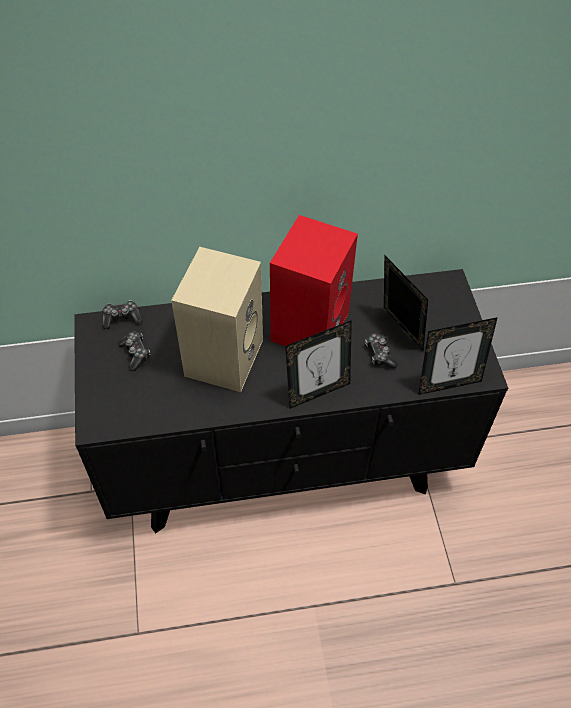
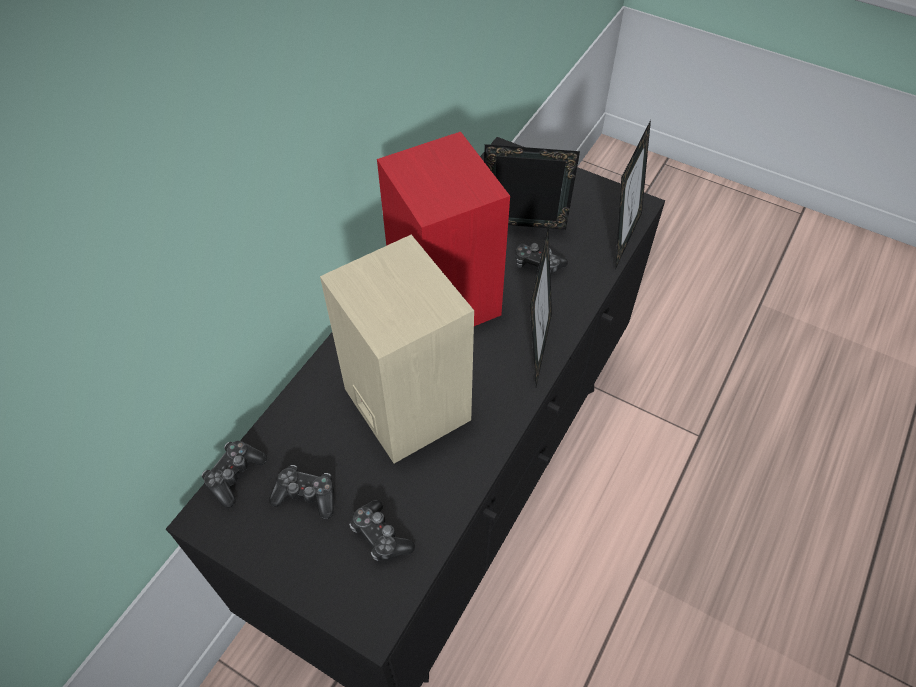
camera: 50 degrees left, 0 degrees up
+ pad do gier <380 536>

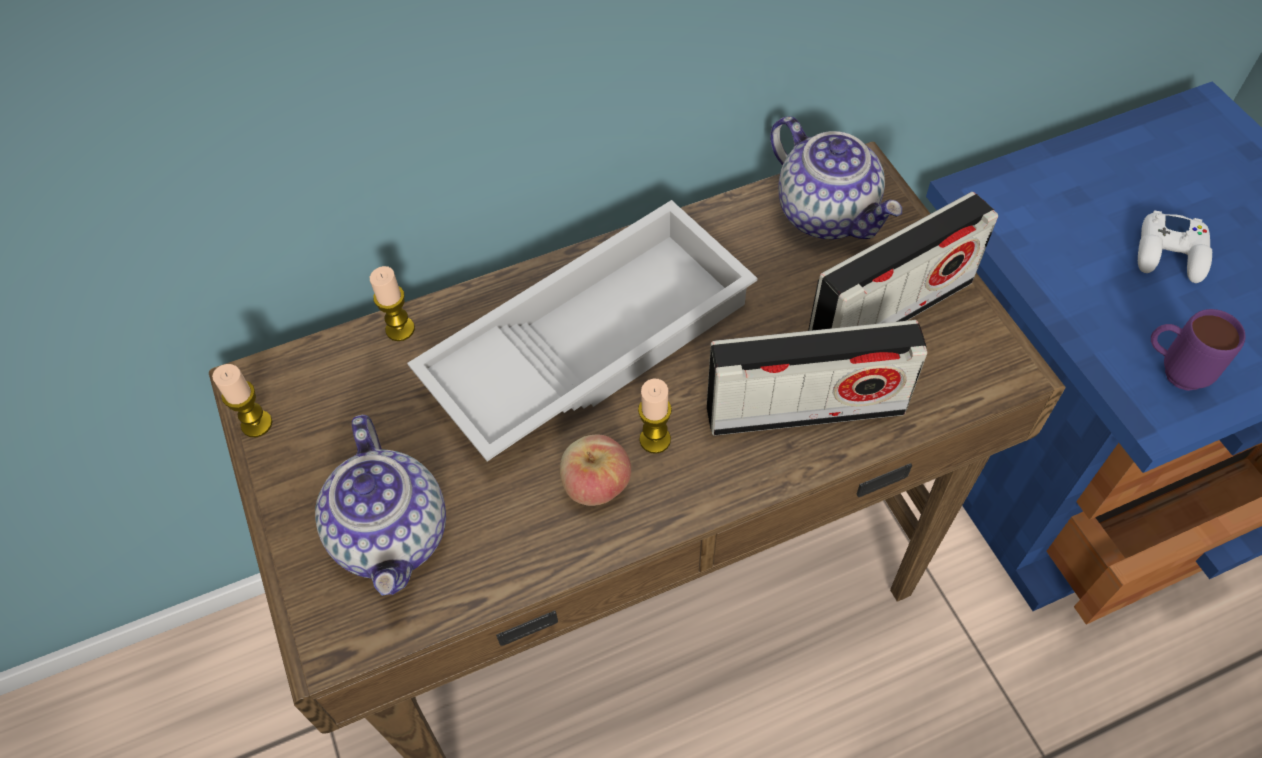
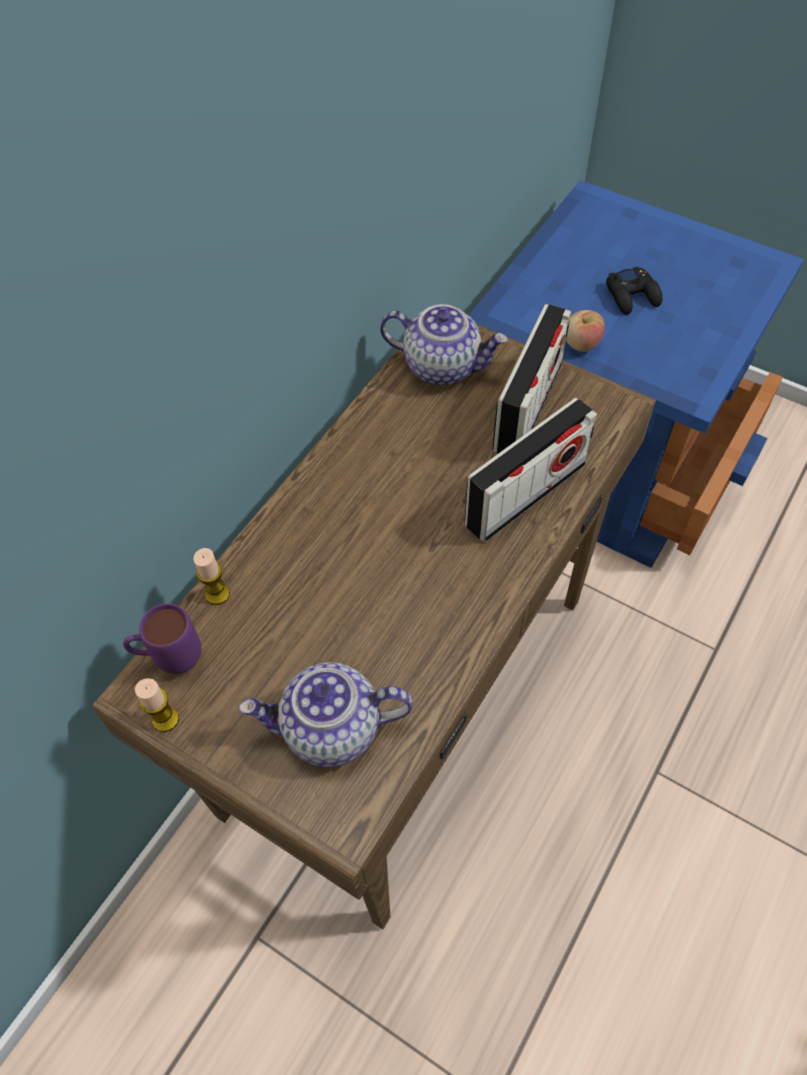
camera: 35 degrees left, 0 degrees up
~ kubek/fioletowy <1172 371> to <170 660>
~ imbryk <394 535> = <331 730> 135 degrees clockwise
~ jabłko <595 485> to <581 344>
~ pad do gier/biały <1170 254> to pad do gier/czarny <632 296>
- taca/biały <588 340>
- świeca <655 439>

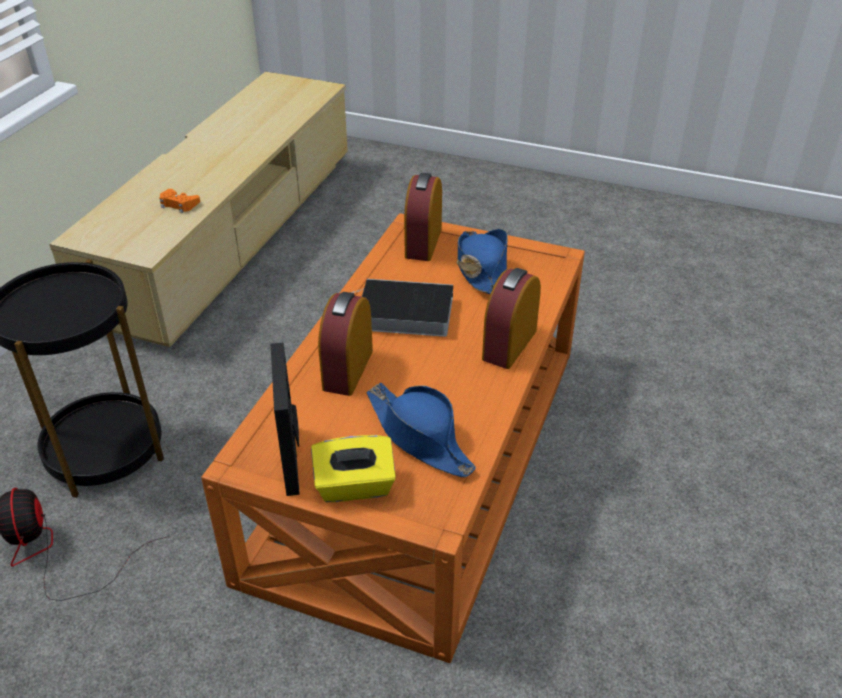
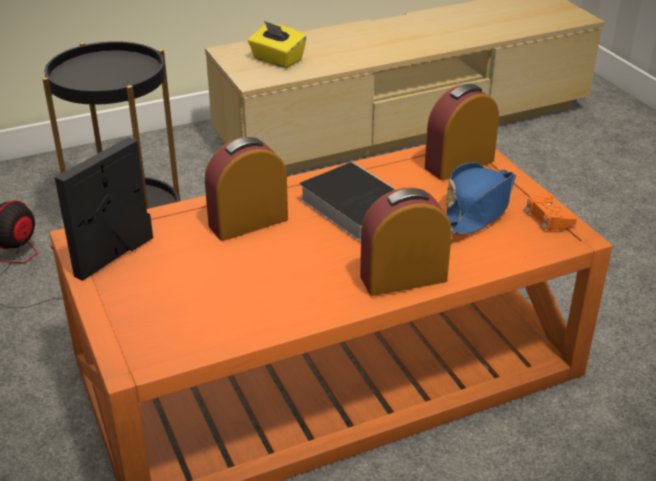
camera: 45 degrees right, 5 degrees down
~ pudełko chusteczek/żółty <355 486> to <277 60>
~ pad do gier/pomarańczowy <179 204> to <548 217>
- kapelusz/niebieski <420 437>

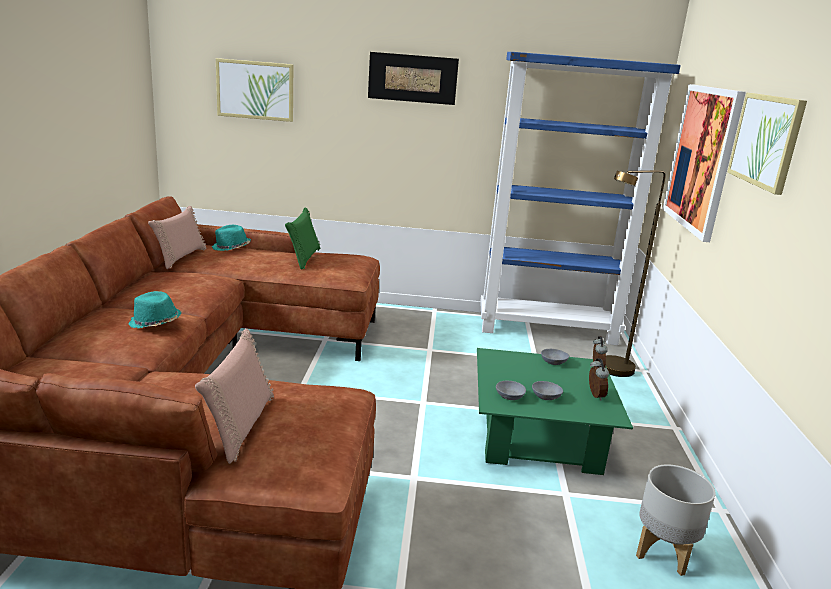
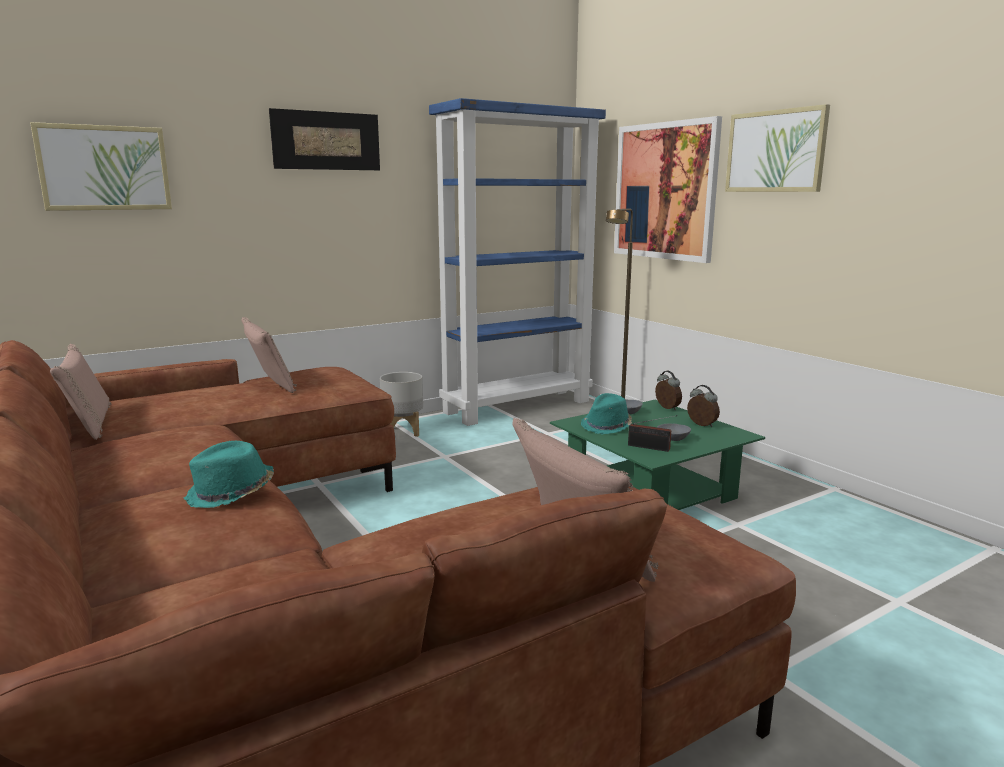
camera: 35 degrees left, 5 degrees down
~ poduszka/zielony <303 258> to poduszka/beżowy <270 383>
~ donica/szary <663 552> to <403 431>
~ kapelusz/turkusowy <231 248> to <607 426>
~ miska/szary <510 396> to radio <651 448>

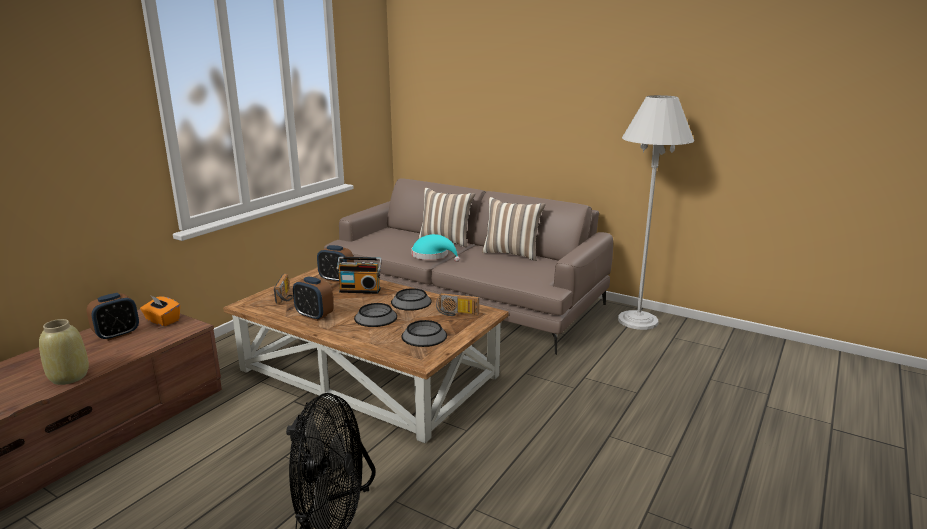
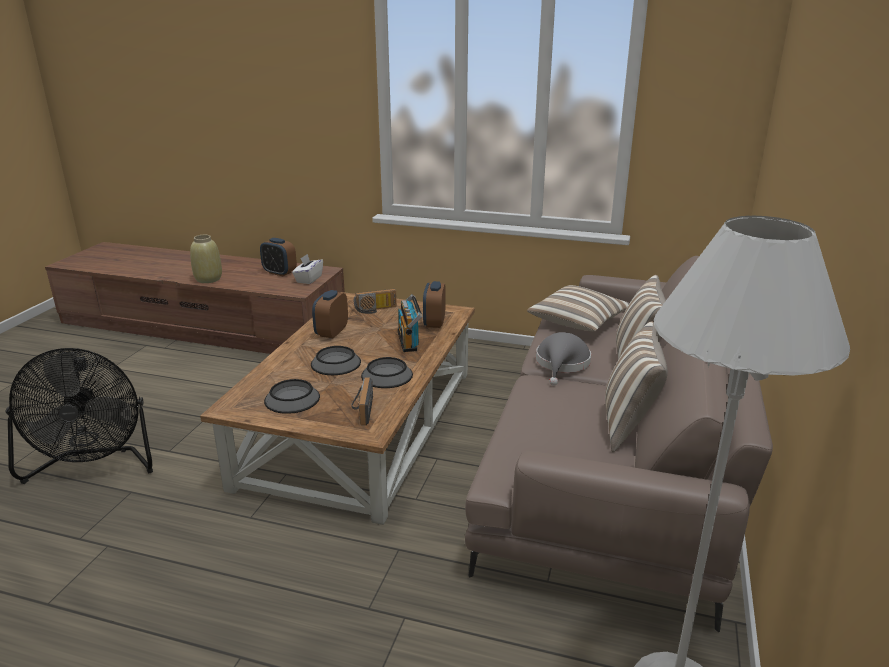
camera: 75 degrees right, 5 degrees up
~ pudełko chusteczek/pomarańczowy <162 321> to pudełko chusteczek/biały <308 279>
+ poduszka <579 323>
~ kapelusz/turkusowy <433 255> to kapelusz/szary <562 364>

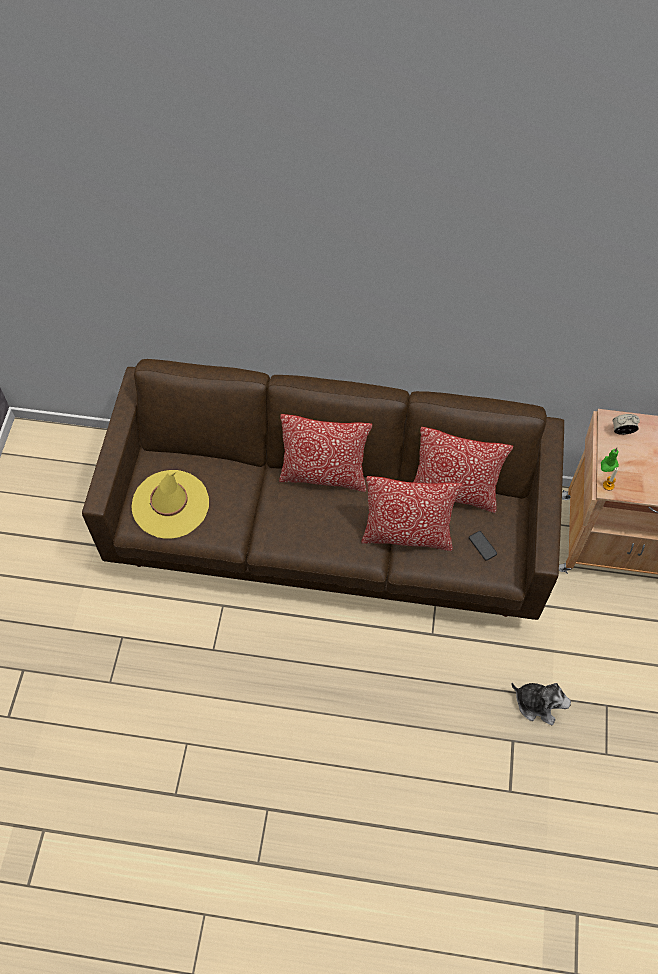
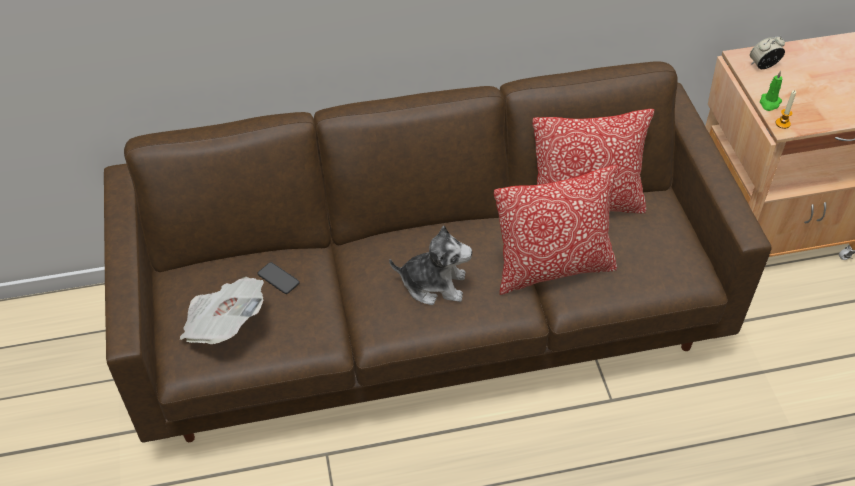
camera: 20 degrees left, 10 degrees down
~ kapelusz/żółty <170 504> to gazeta <224 324>
~ telefon <482 546> to <278 278>
~ pluszak <537 704> to <433 284>
- poduszka <324 475>

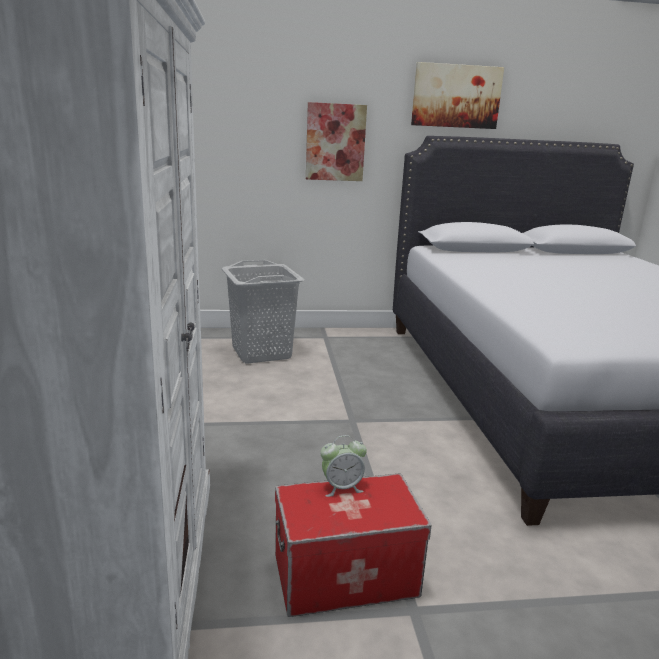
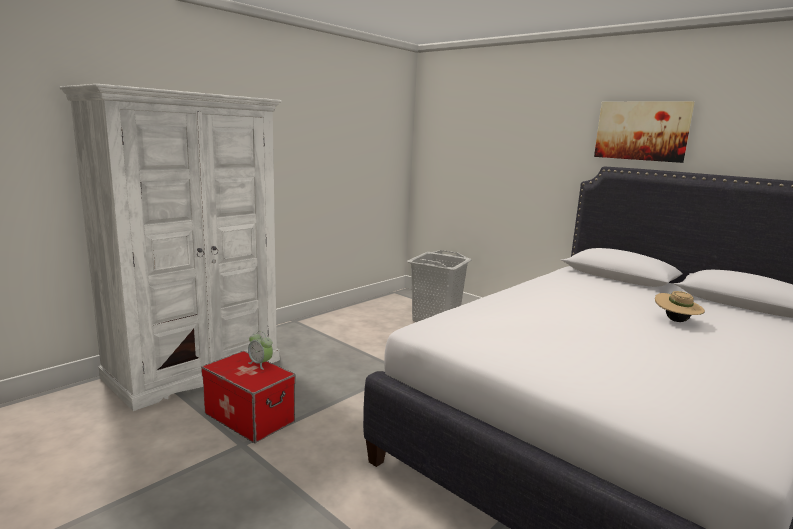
camera: 50 degrees right, 5 degrees down
+ kapelusz/beżowy <676 321>
- obraz <335 142>

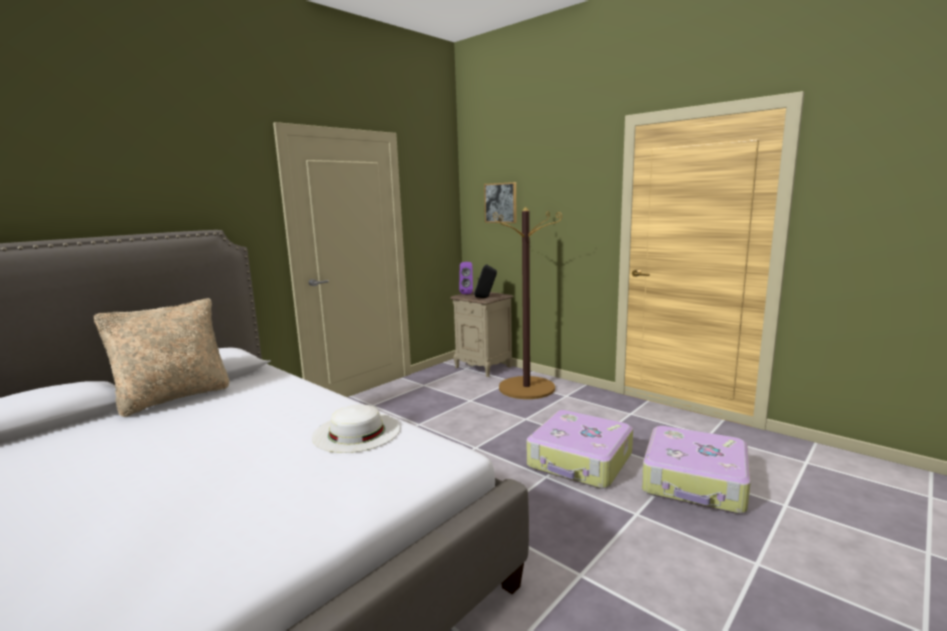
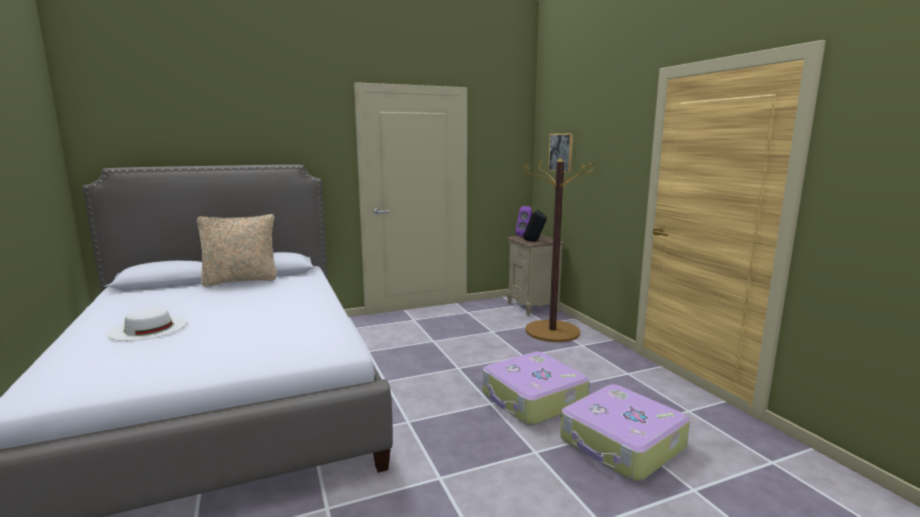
camera: 25 degrees right, 0 degrees up
~ kapelusz/biały <356 432> to <149 328>

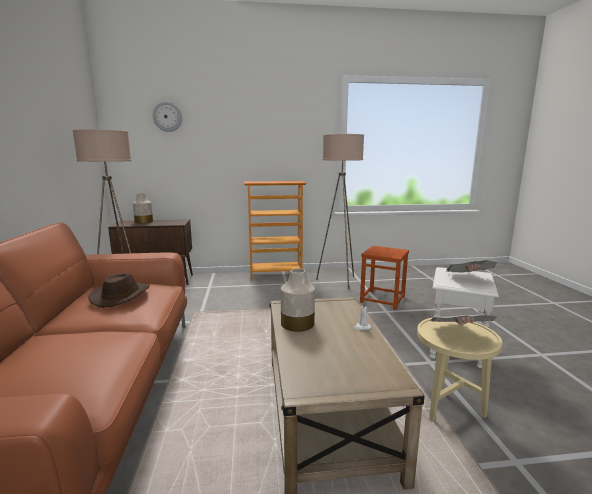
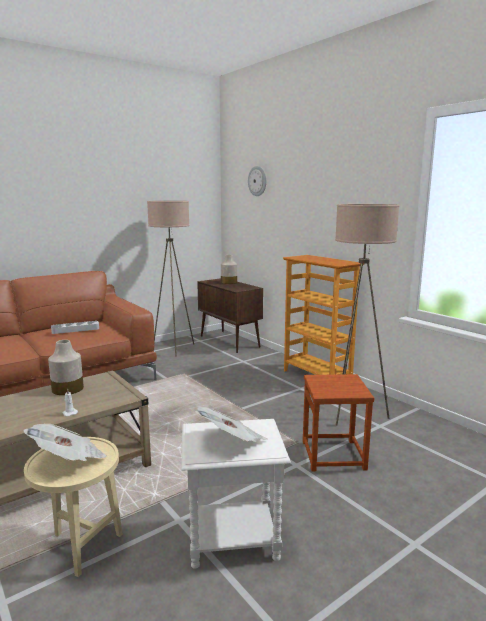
camera: 60 degrees right, 0 degrees up
~ kapelusz/brązowy <121 296> to taca/szary <75 330>

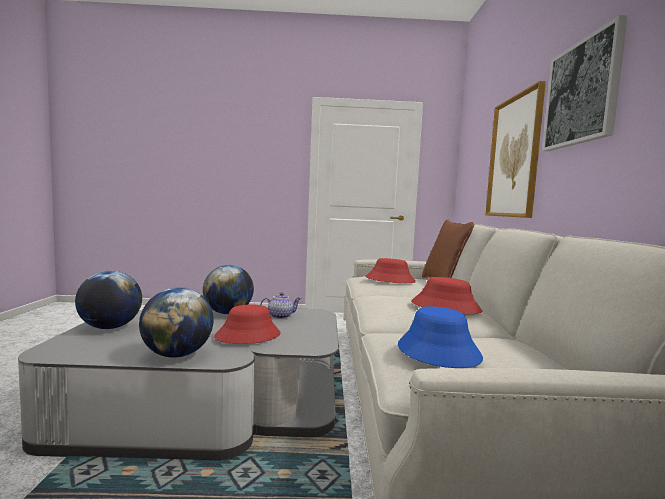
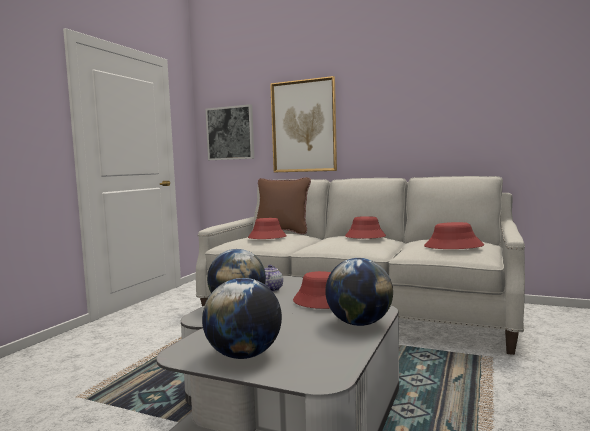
camera: 65 degrees left, 0 degrees up
~ obraz <582 93> to <230 133>
~ kapelusz/niebieski <437 352> to kapelusz/czerwony <453 246>

